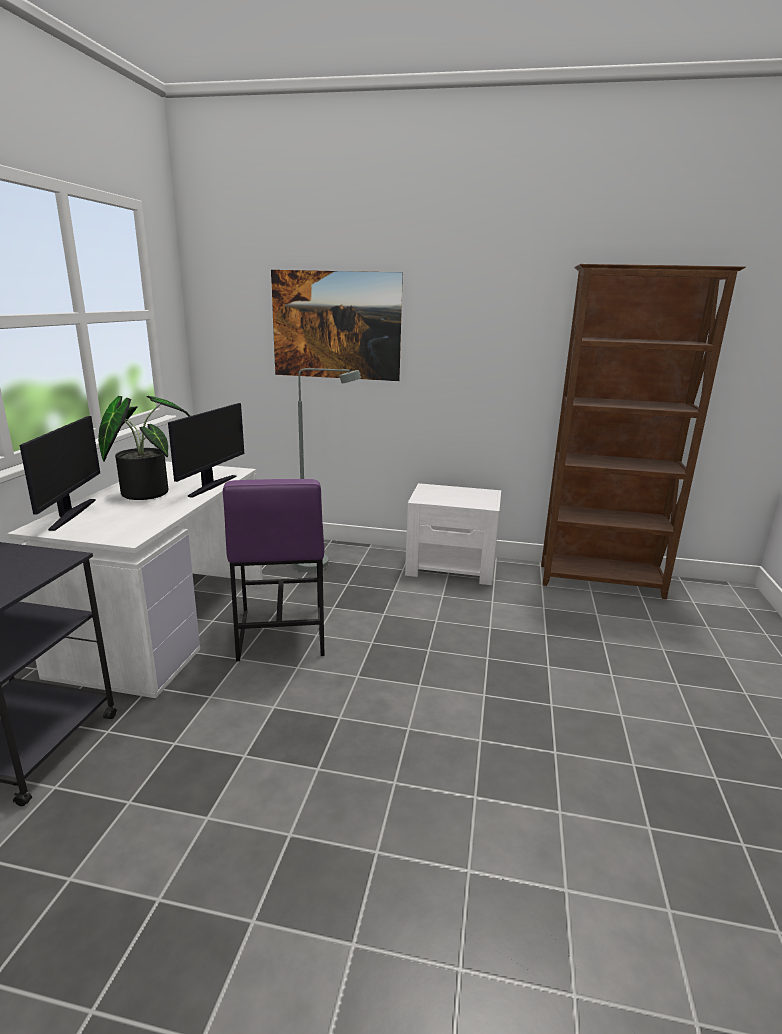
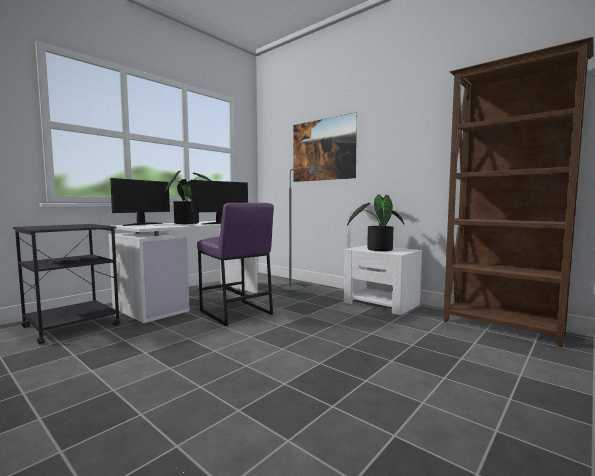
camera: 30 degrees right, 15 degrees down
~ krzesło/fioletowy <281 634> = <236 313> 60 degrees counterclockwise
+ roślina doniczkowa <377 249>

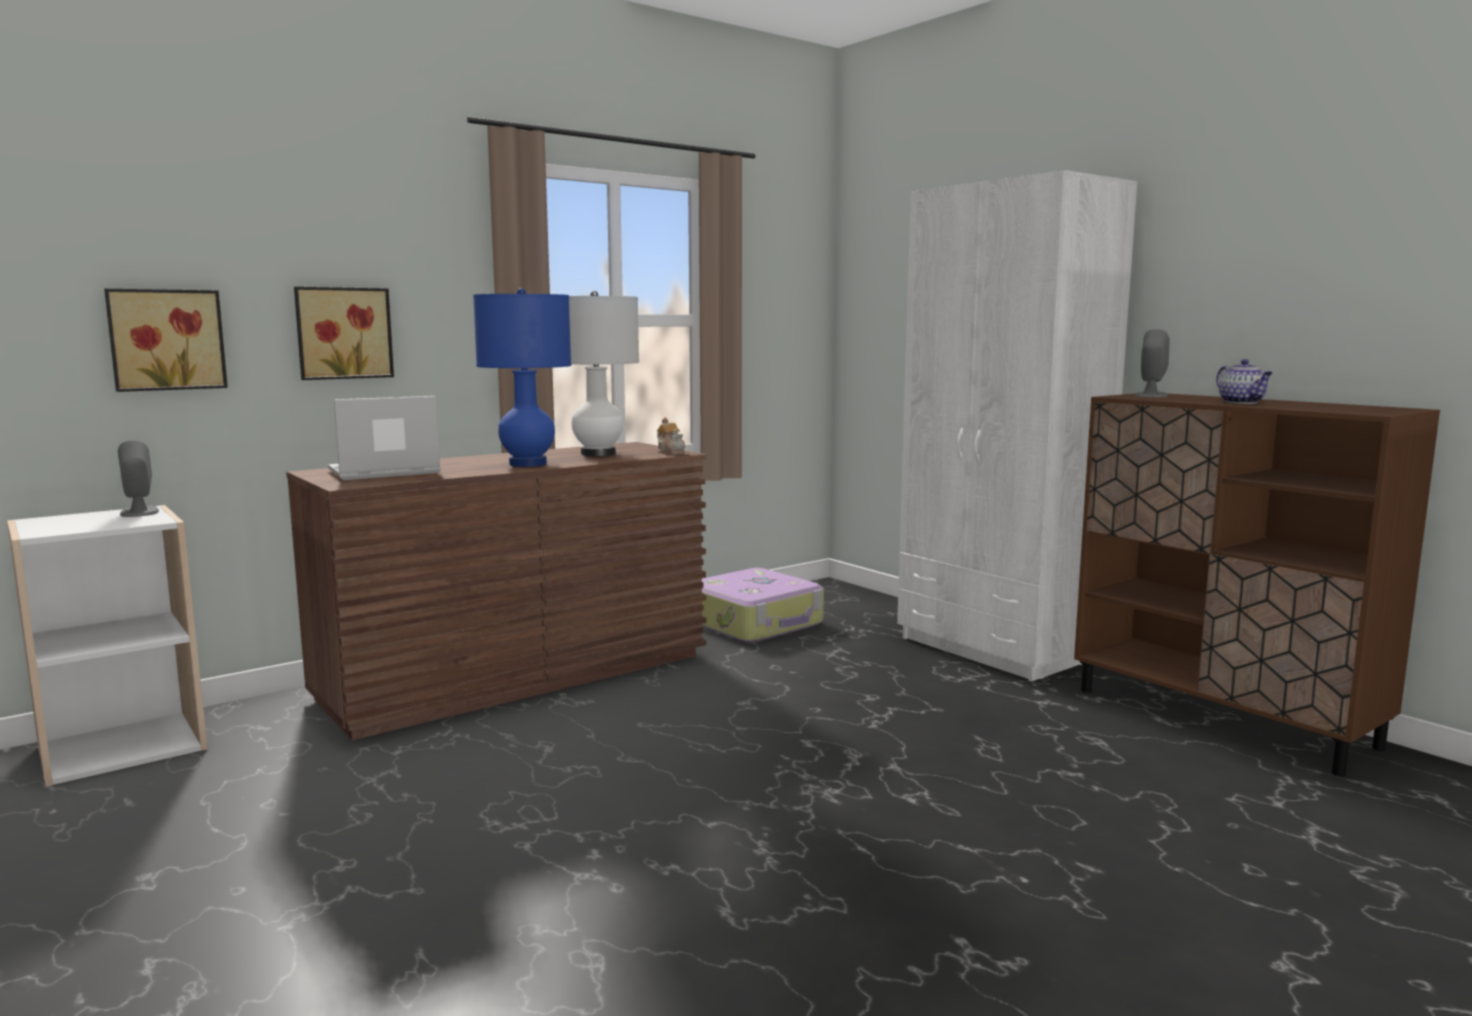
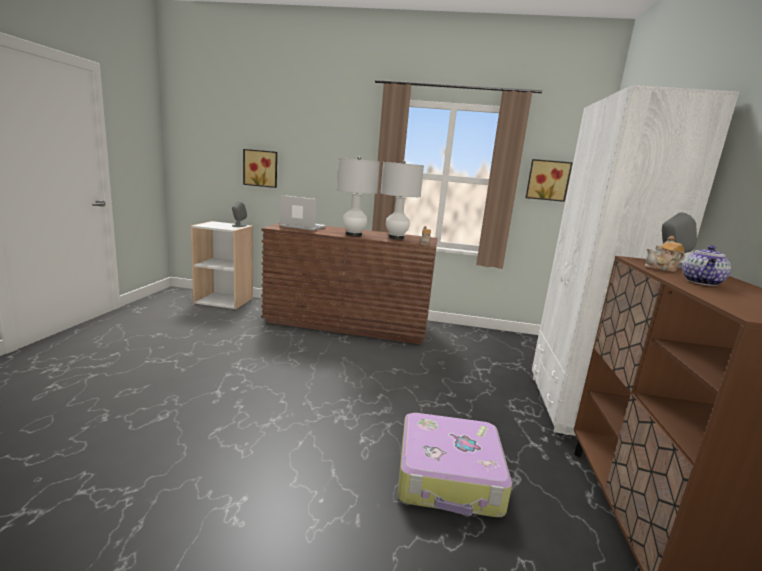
camera: 45 degrees right, 5 degrees up
~ lampa stołowa/niebieski <528 464> to lampa stołowa/biały <354 235>
~ walizka <755 622> to <449 477>
~ obraz <343 333> to <547 180>
+ imbryk <661 268>

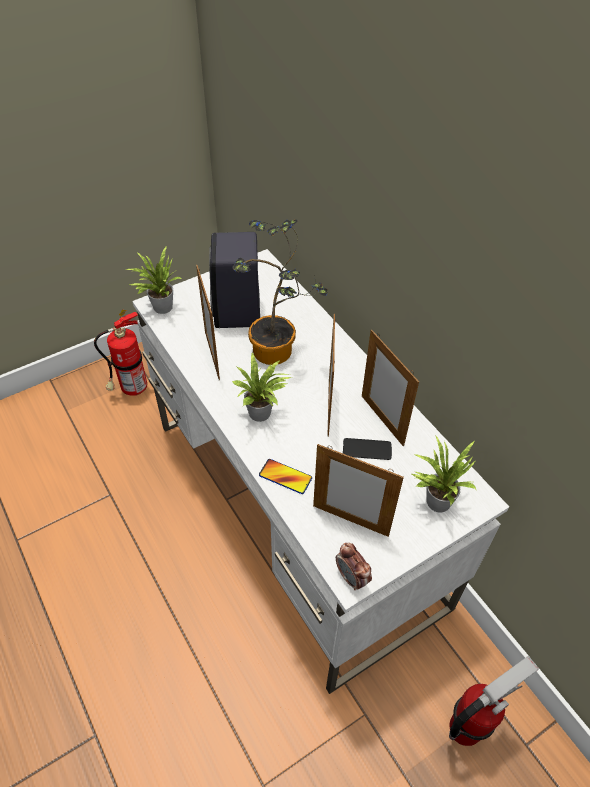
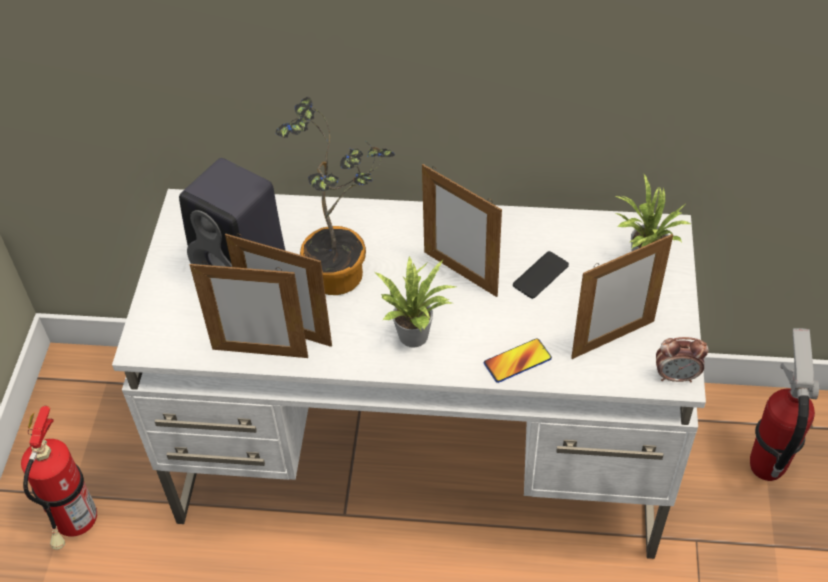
camera: 50 degrees left, 0 degrees up
~ ramka na zdjęcie <382 420> to <260 353>
- roślina doniczkowa <160 307>

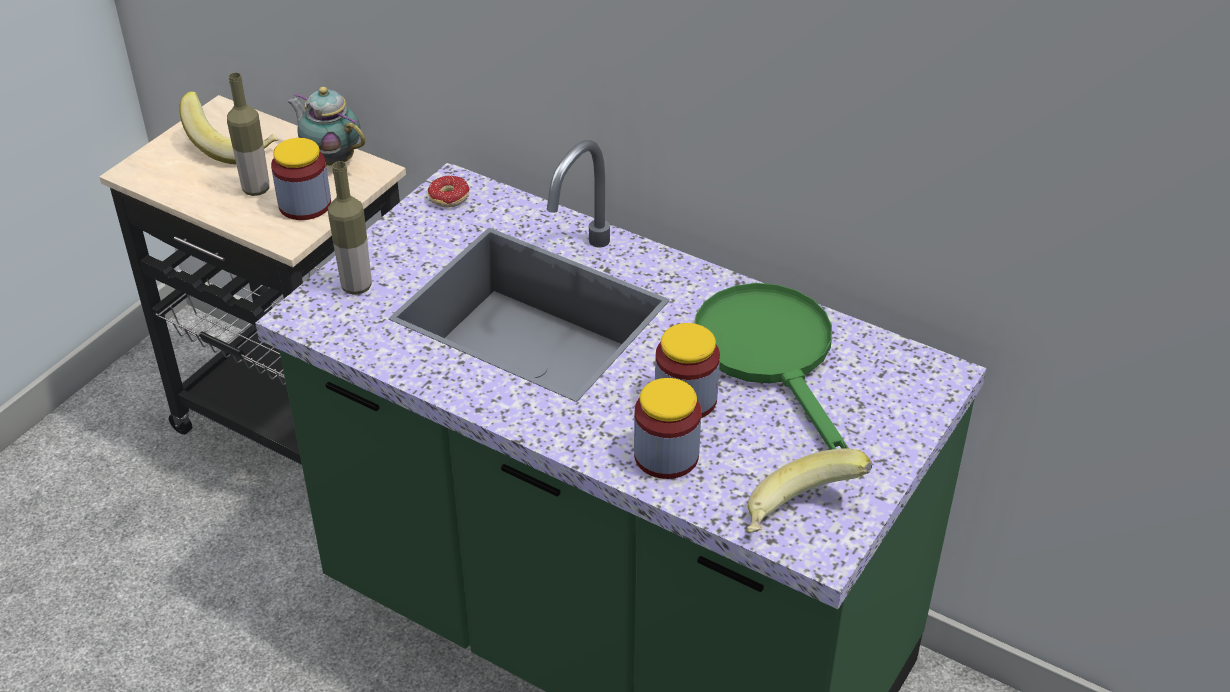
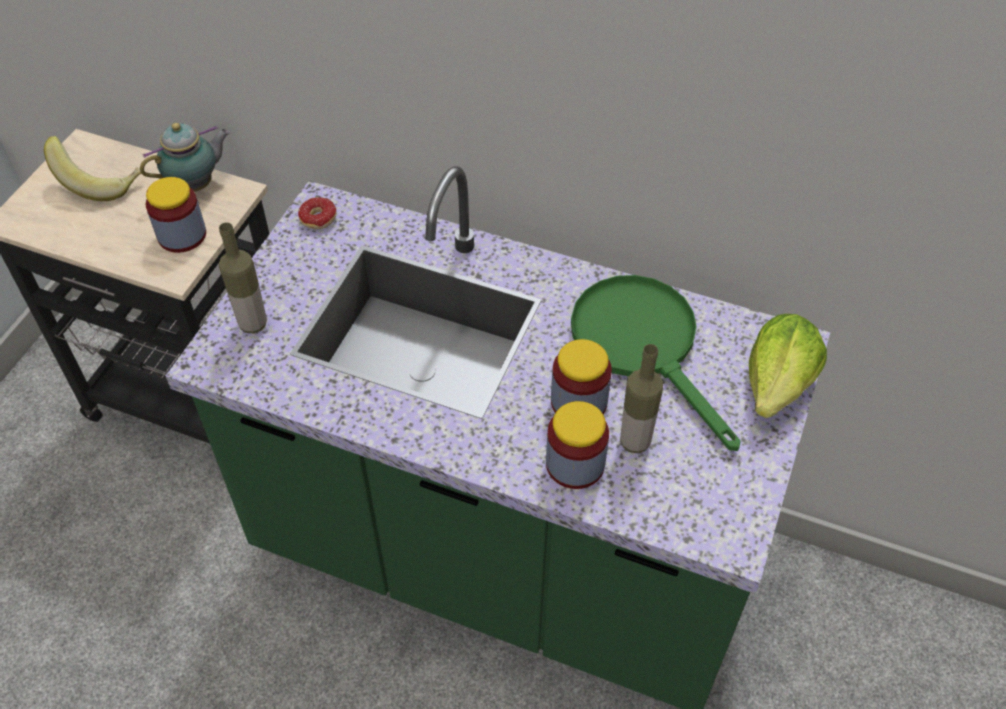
camera: 10 degrees left, 10 degrees up
~ imbryk <331 159> = <197 185> 120 degrees clockwise
~ butelka <256 189> to <635 441>
+ sałata <778 384>
- banan <801 516>

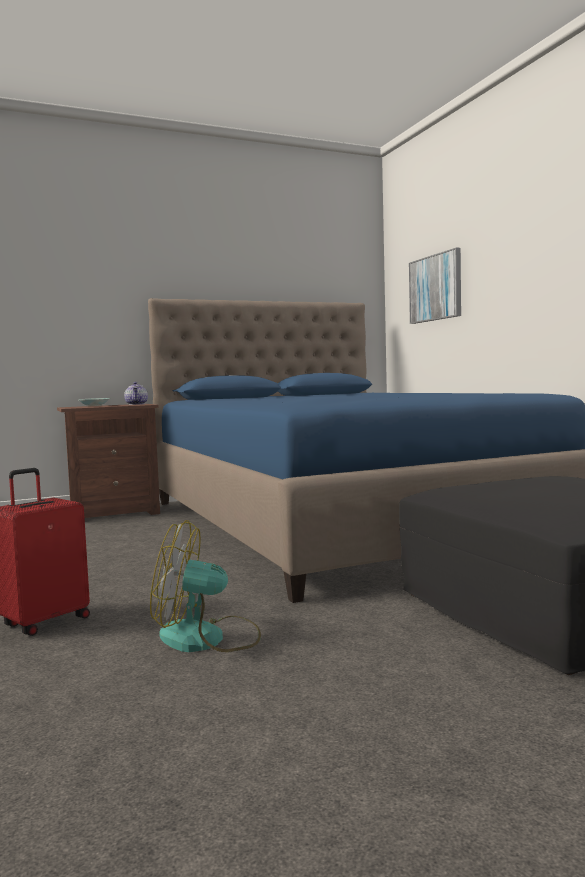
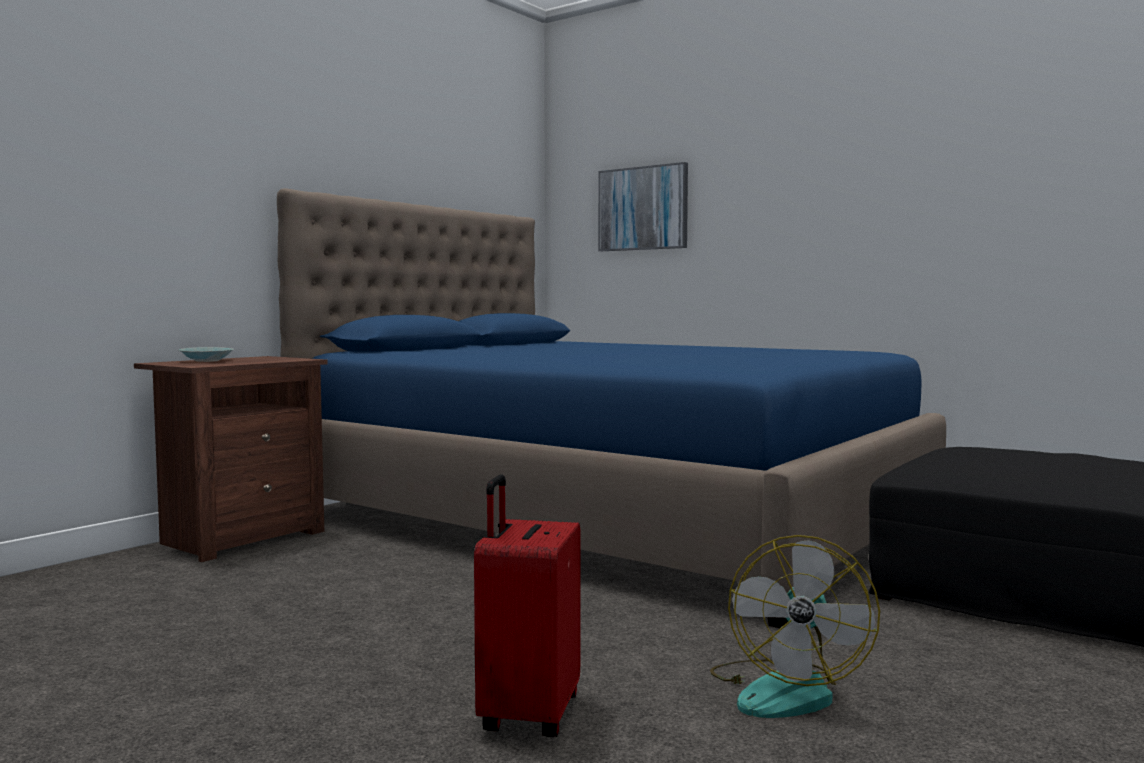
camera: 30 degrees left, 0 degrees up
~ wentylator <207 638> = <786 690> 45 degrees counterclockwise
- imbryk <137 404>

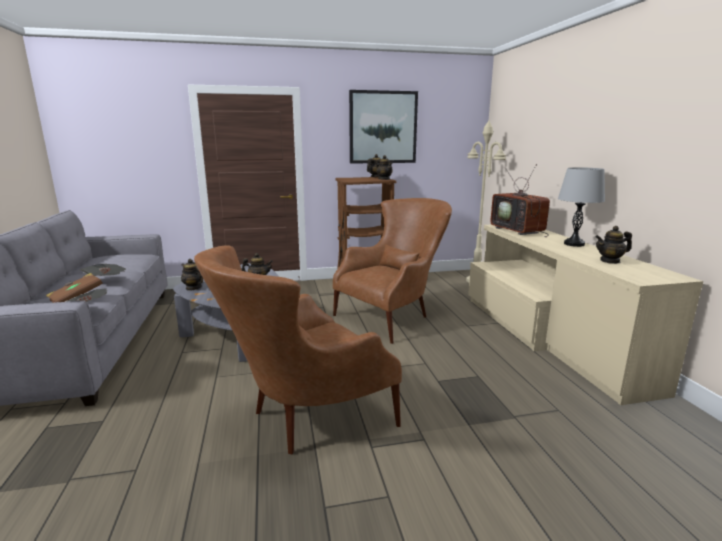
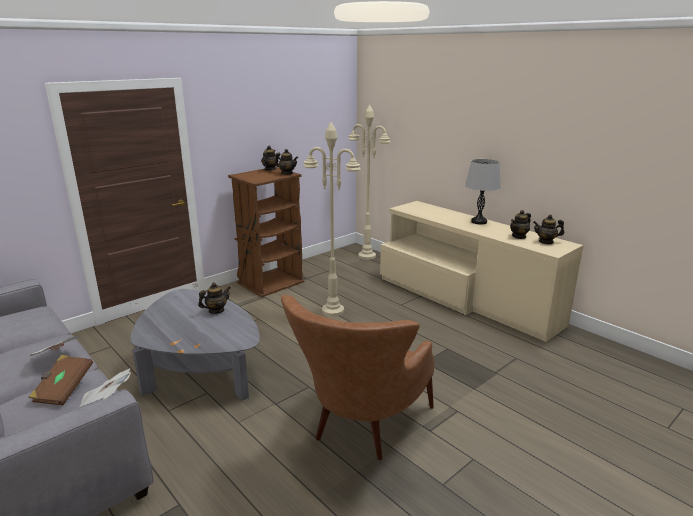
camera: 30 degrees left, 5 degrees up
~ fotel/brązowy <393 315> to lampa stojąca/beżowy <333 311>
~ imbryk <193 288> to <546 241>
- obraz <383 127>
- telewizor <519 231>

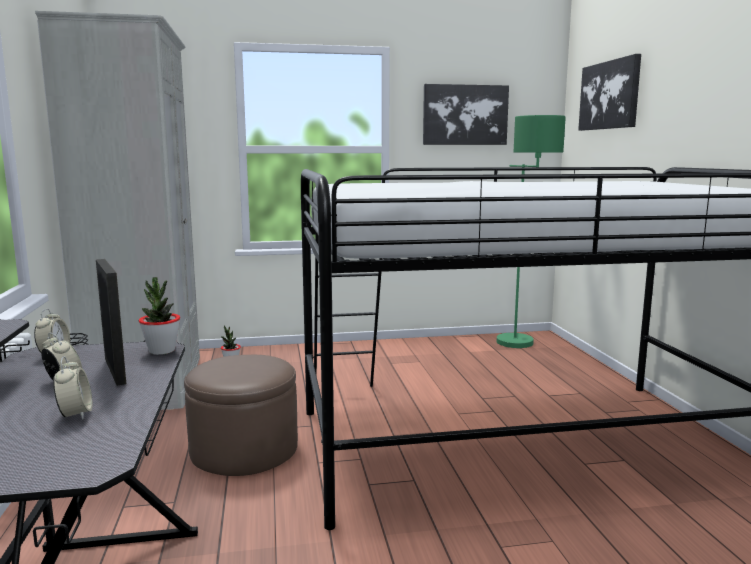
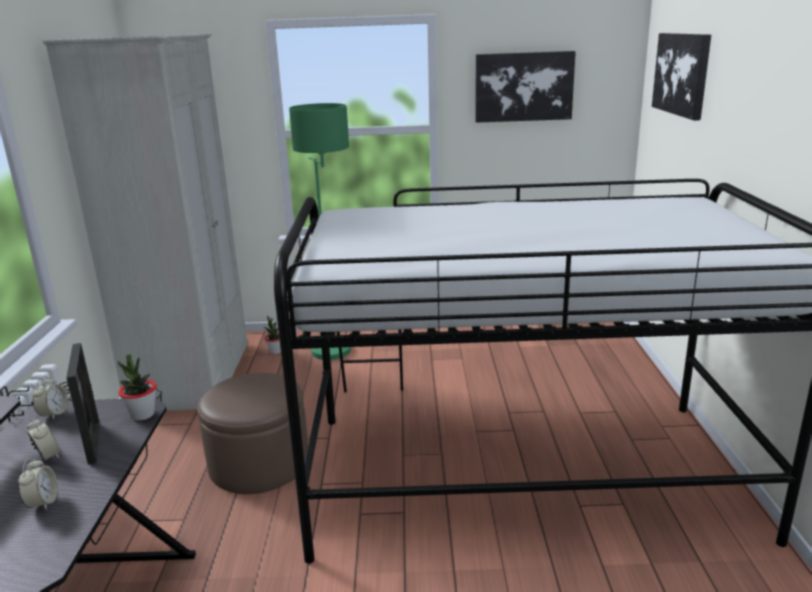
camera: 10 degrees right, 10 degrees up
~ lampa stojąca/zielony <523 345> to <335 355>

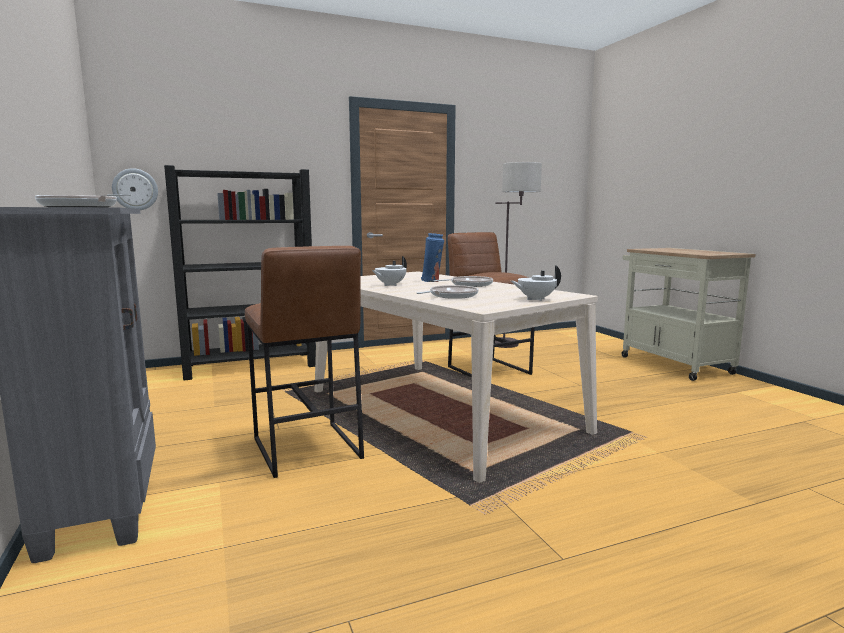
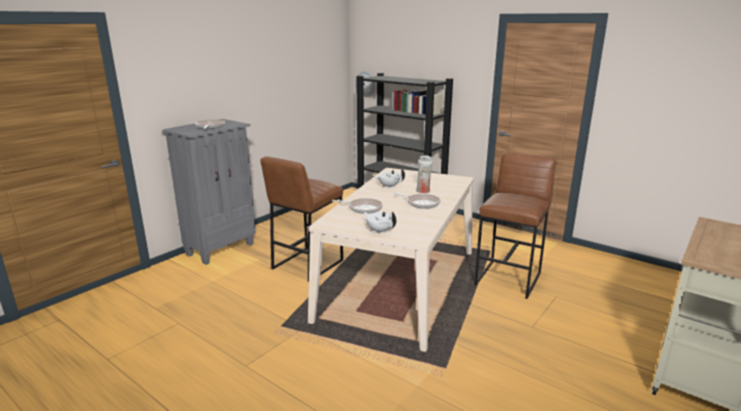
camera: 60 degrees right, 10 degrees up
~ wazon/niebieski <432 281> to wazon/biały <423 191>
- lampa stojąca/szary <512 345>

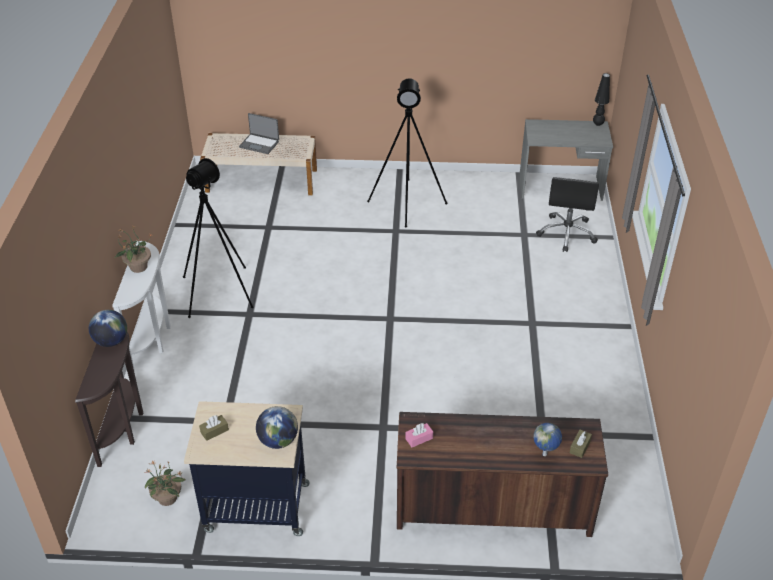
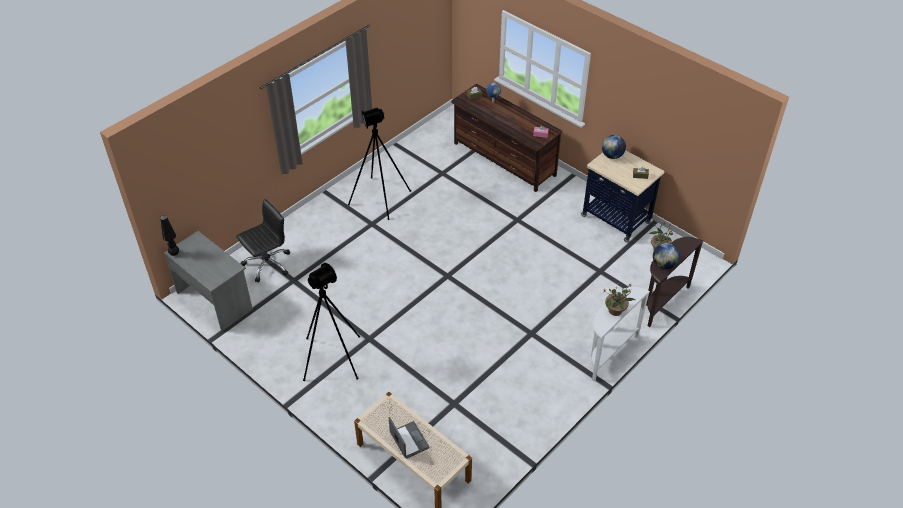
camera: 140 degrees left, 5 degrees up
~ lampa stojąca/czarny <218 292> to <379 198>

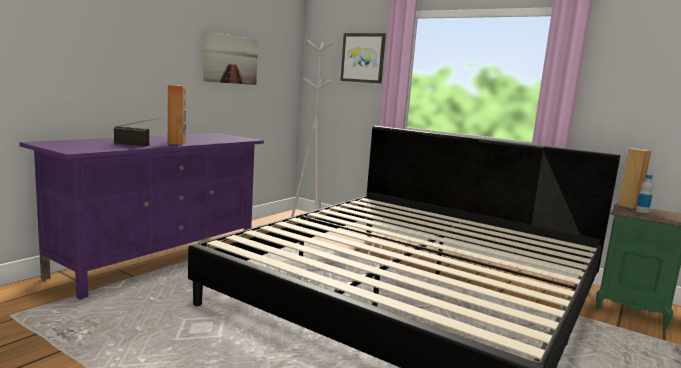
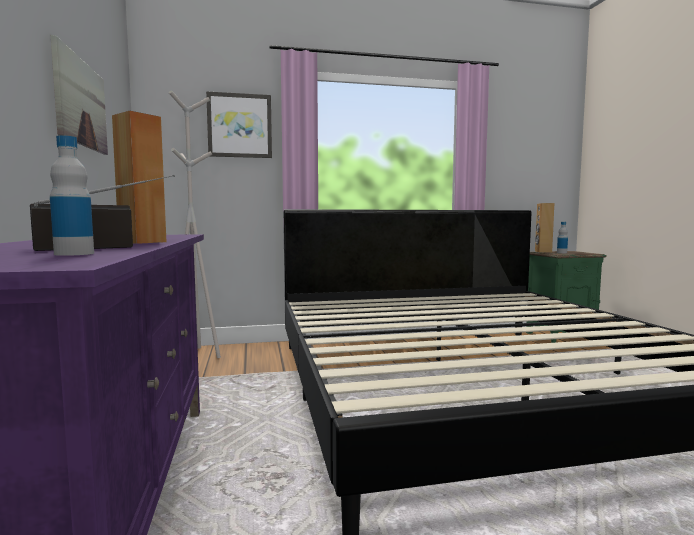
camera: 45 degrees left, 5 degrees down
+ butelka <74 254>

